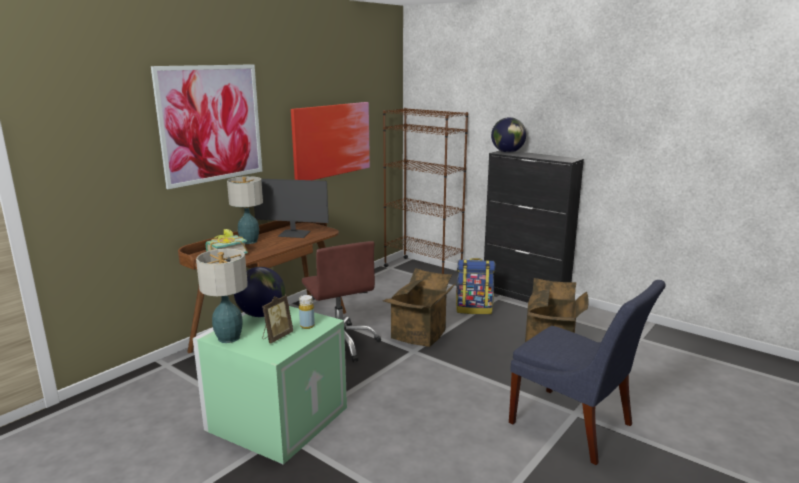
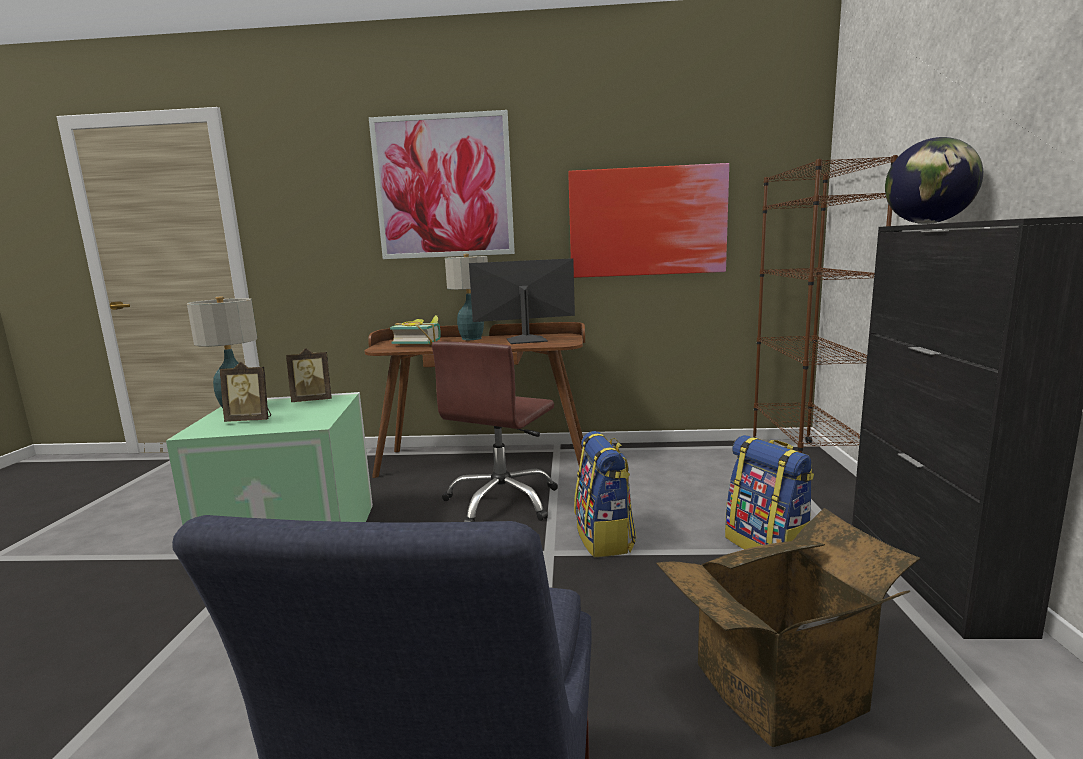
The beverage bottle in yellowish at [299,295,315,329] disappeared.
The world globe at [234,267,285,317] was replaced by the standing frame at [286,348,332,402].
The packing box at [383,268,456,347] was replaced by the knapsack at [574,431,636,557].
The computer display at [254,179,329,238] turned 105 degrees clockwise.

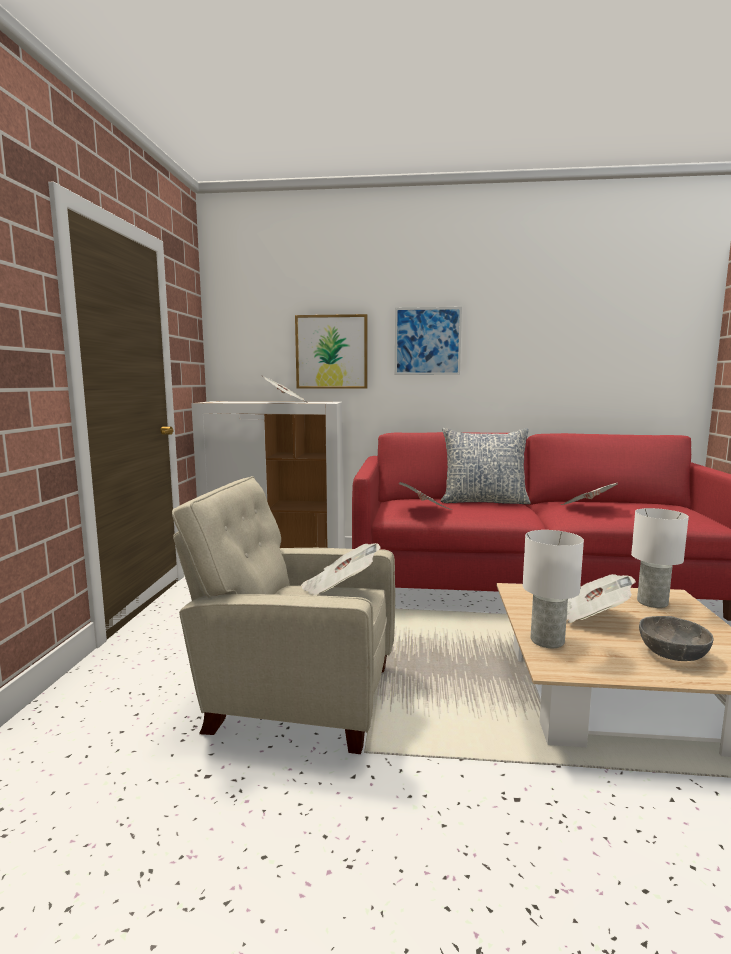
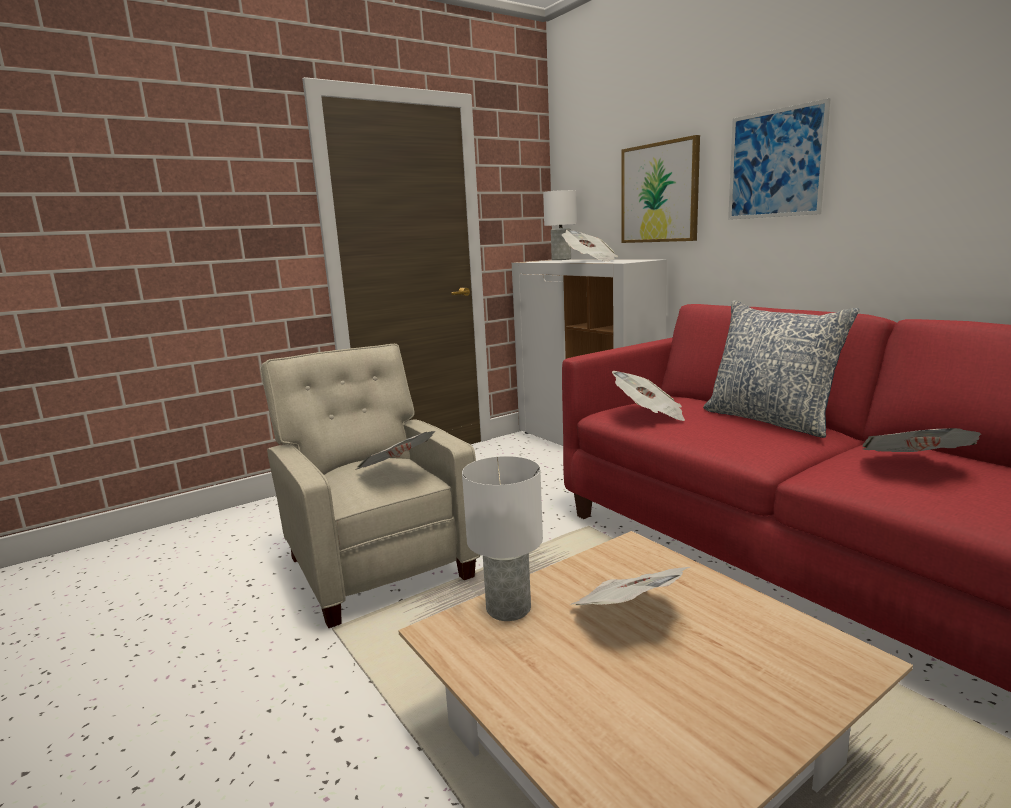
The serving bowl in gray at [639,616,713,661] disappeared.
The tabletop lamp in white-coloured moved from [631,508,689,608] to [543,190,577,260].

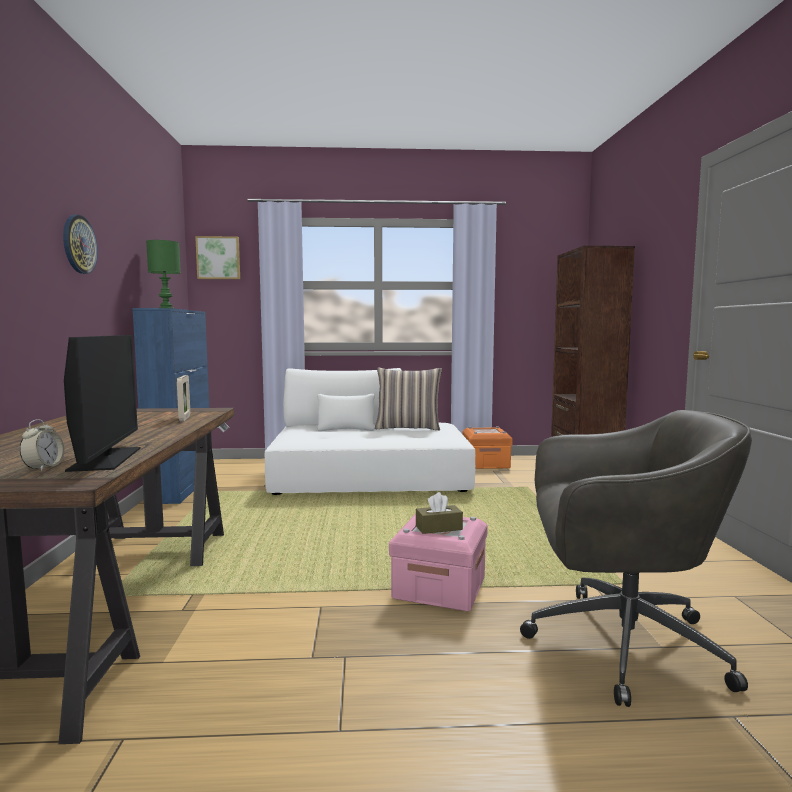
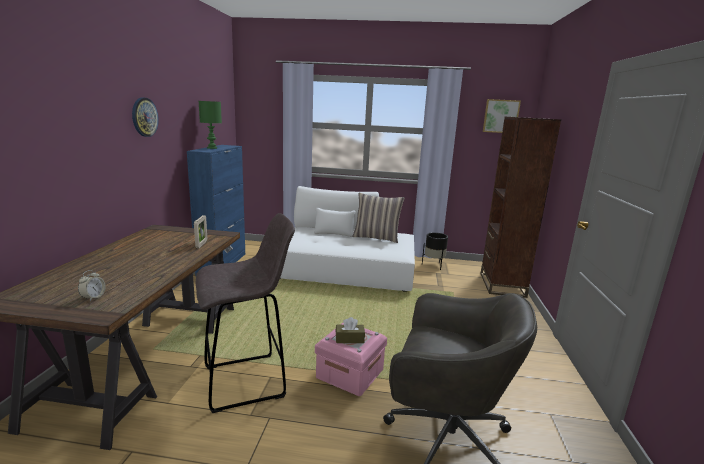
The computer display at [64,335,140,472] disappeared.
The stool seat in gray at [196,213,295,413] appeared.
The wall picture moved from [195,236,240,279] to [483,99,521,133].
The storage bin in orange at [462,426,513,469] was replaced by the plant pot in black at [422,232,448,270].

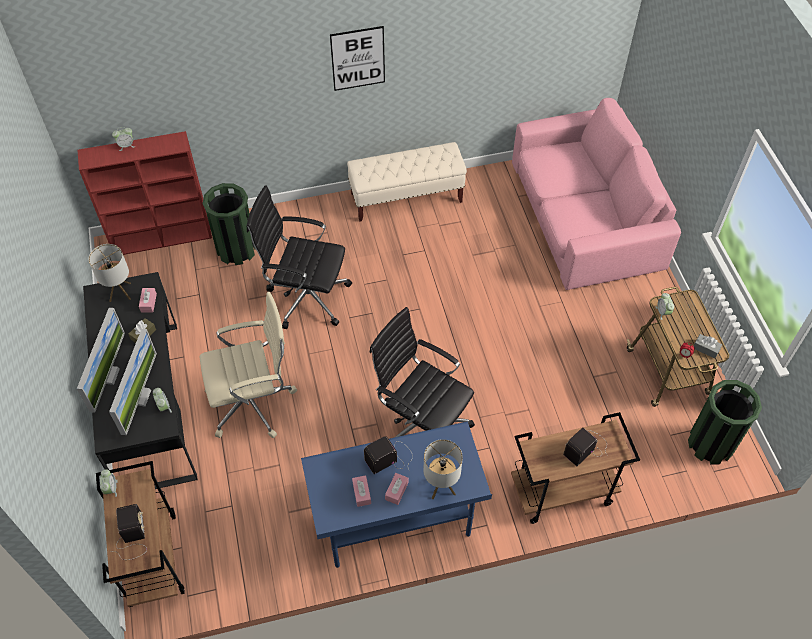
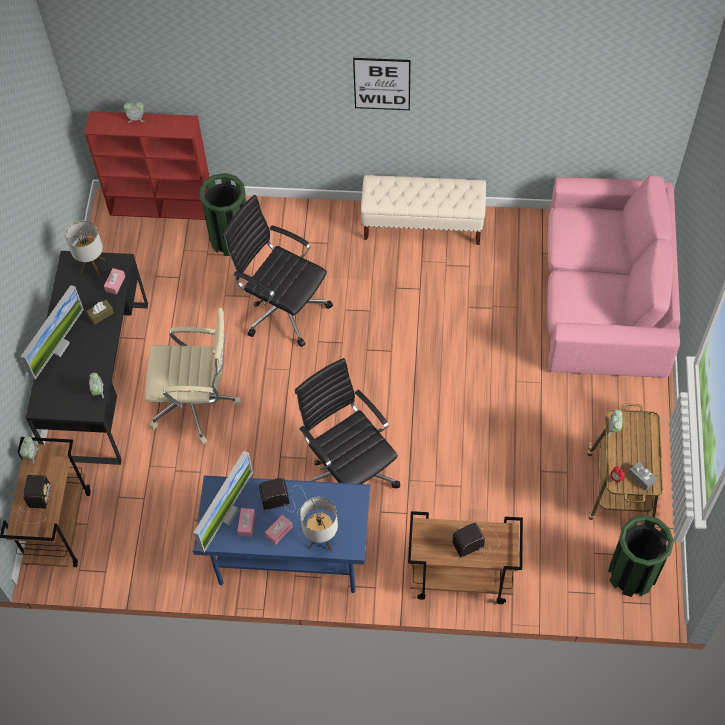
The computer display moved from [109,329,157,435] to [193,451,253,553].

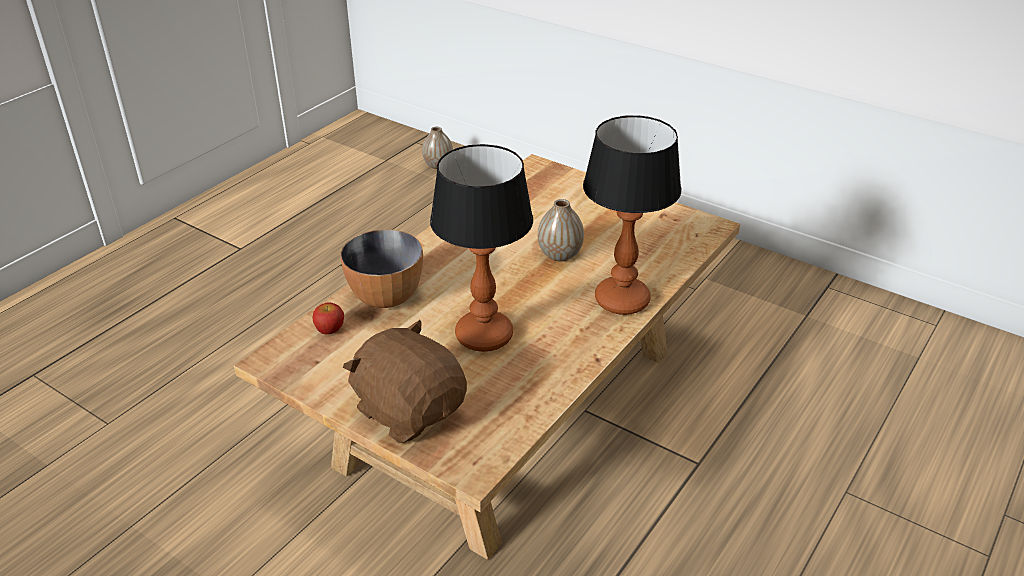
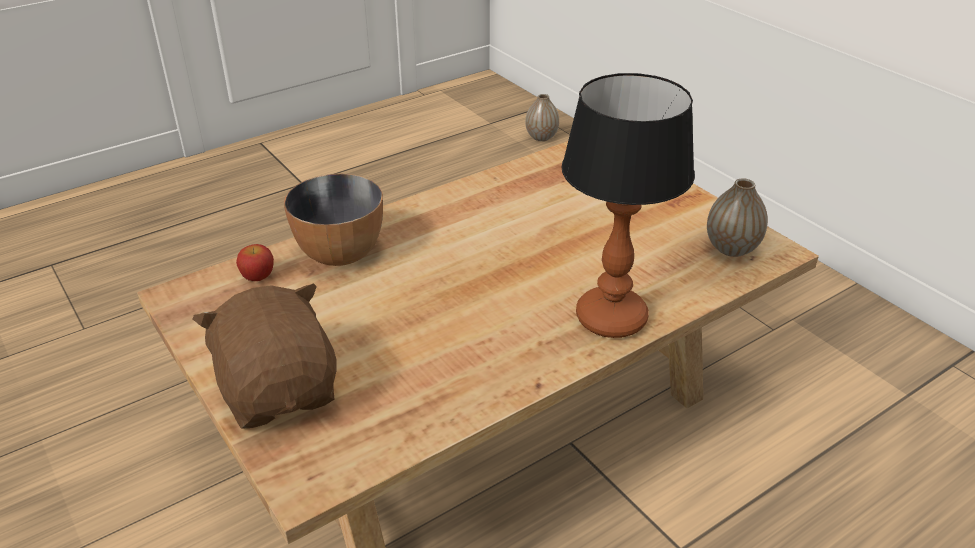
The tabletop lamp at [430,144,533,352] disappeared.
The decorative vase moved from [538,199,584,262] to [707,178,768,257].

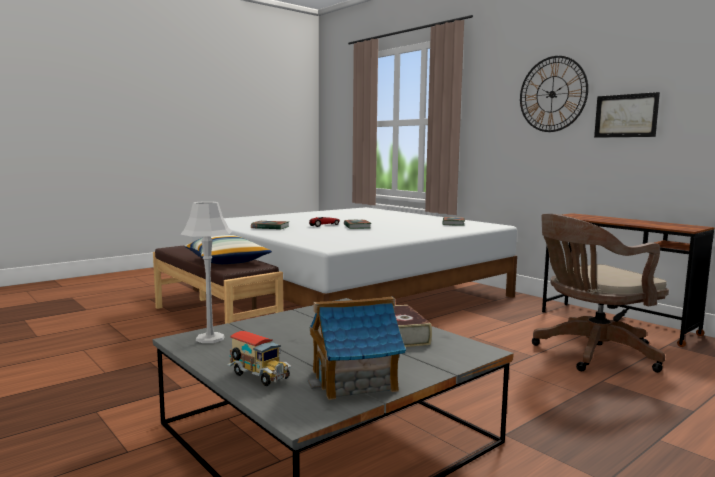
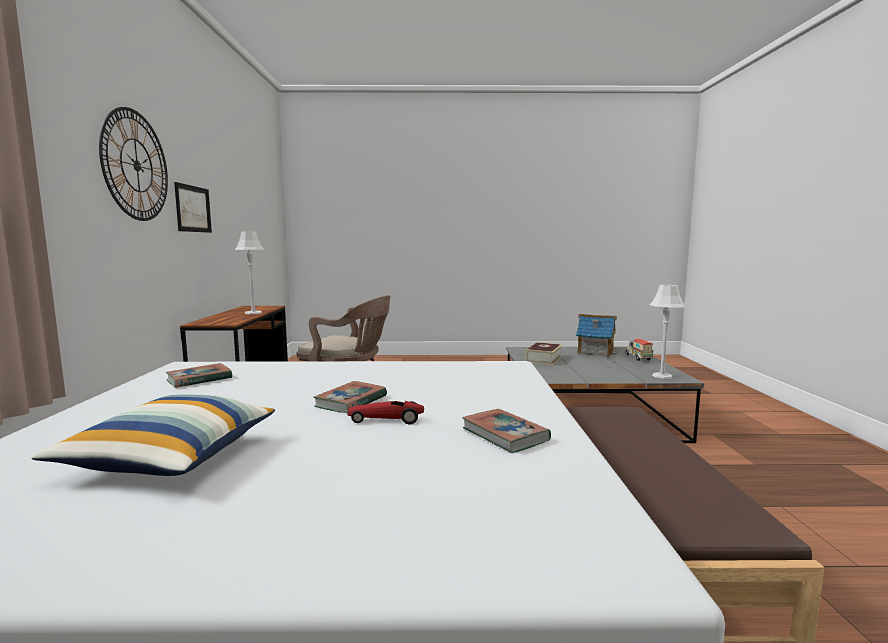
The tabletop lamp in gray at [235,231,264,314] appeared.
The cushion moved from [185,235,272,264] to [31,394,275,476].

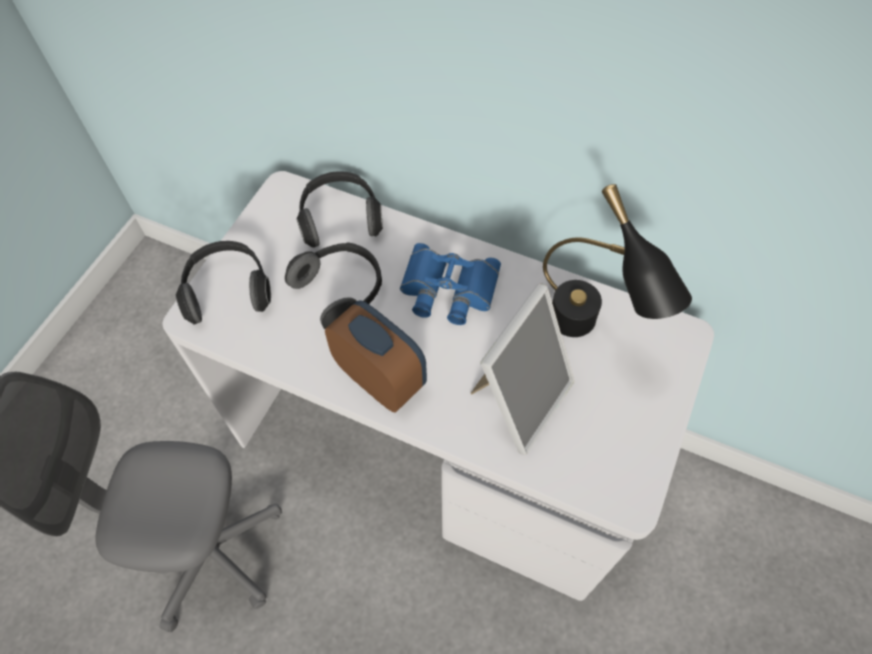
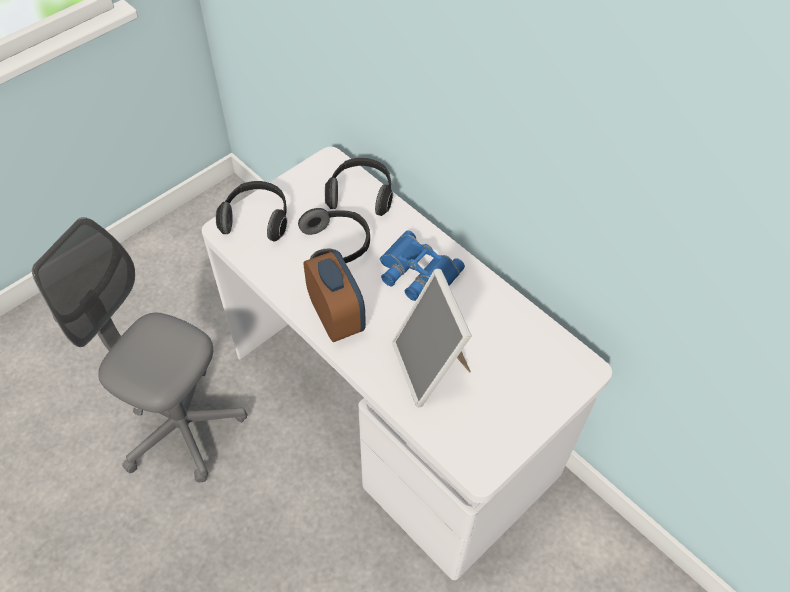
The tabletop lamp in black at [543,184,692,337] disappeared.
The standing frame at [470,283,574,455] turned 105 degrees clockwise.

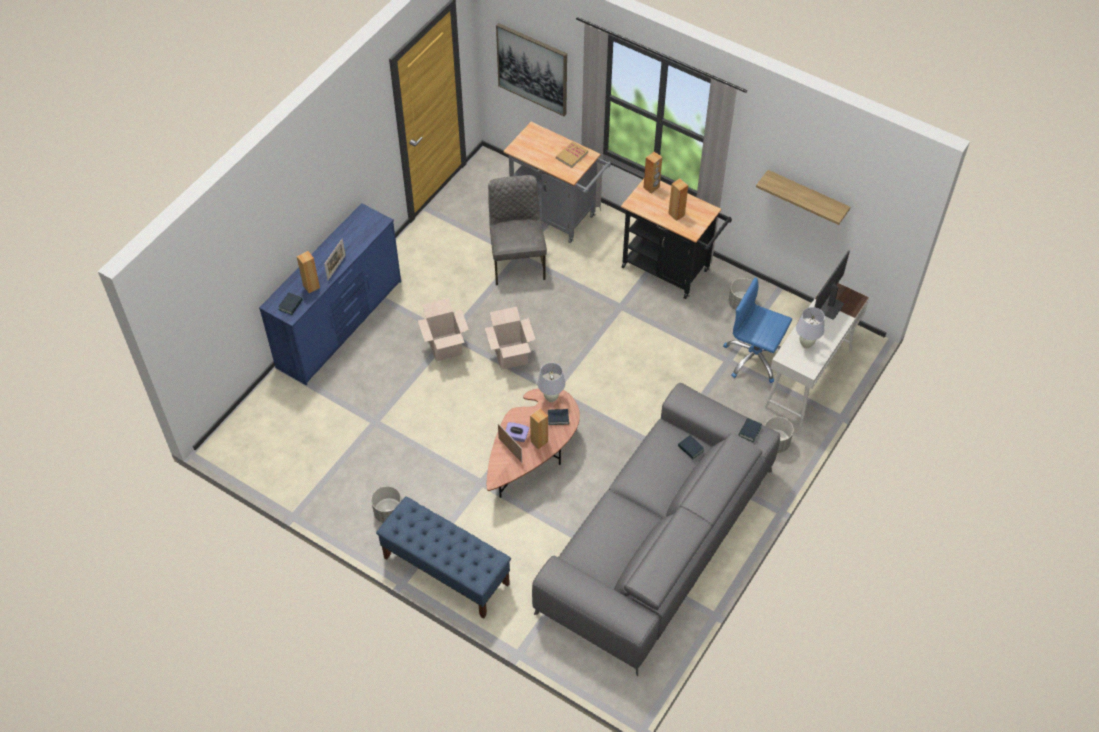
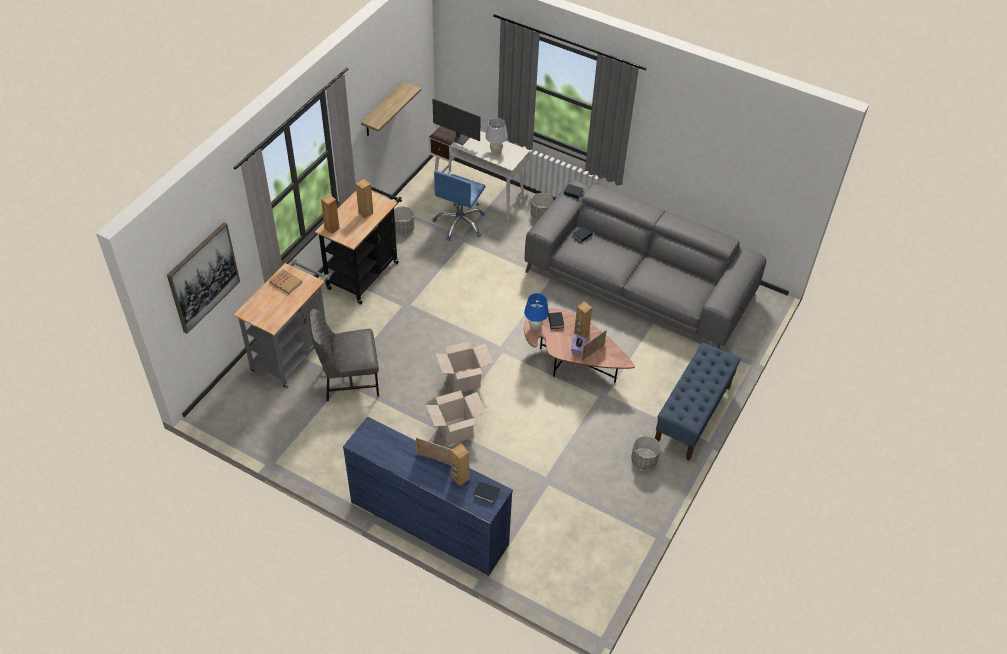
The tabletop lamp in white-coloured at [538,363,565,402] became the tabletop lamp in blue-coloured at [524,293,549,330].

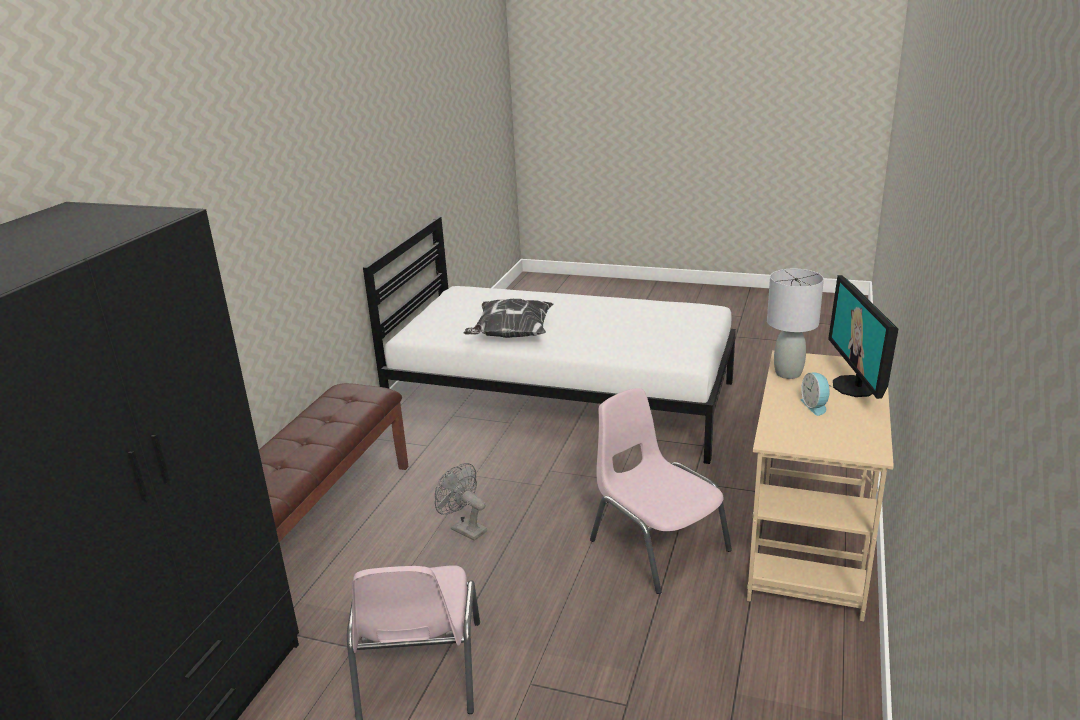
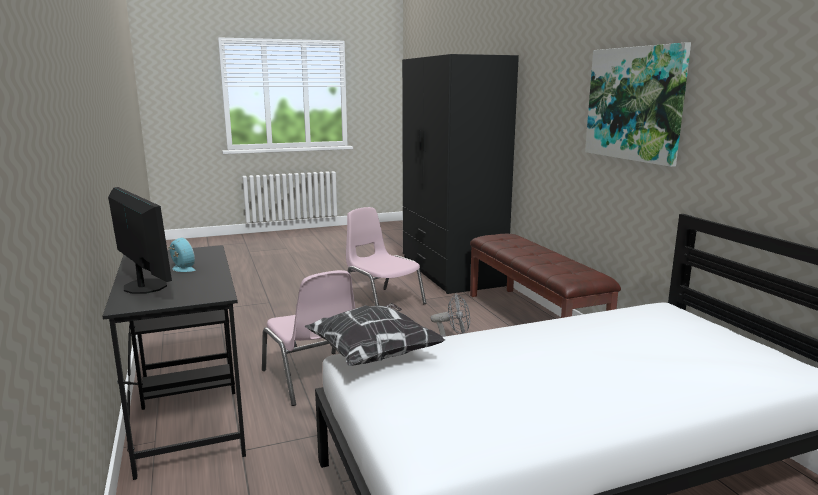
The tabletop lamp in gray at [767,269,824,379] disappeared.
The wall picture at [585,42,691,167] appeared.
The cushion moved from [463,299,553,338] to [304,302,445,366].
The desk in beige-coloured at [747,350,894,621] became the desk in black at [103,245,246,480].
The plain chair in pink at [590,388,732,594] turned 45 degrees clockwise.

